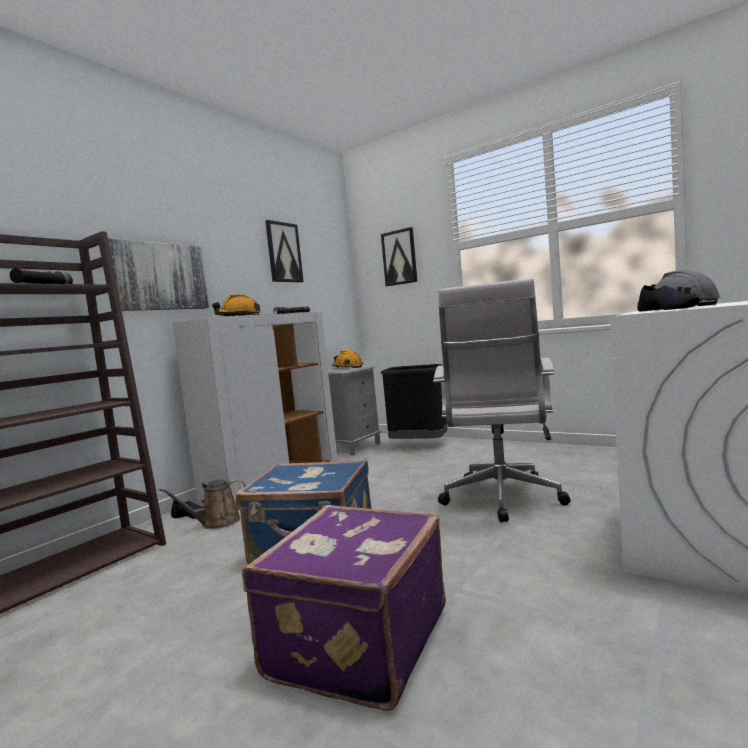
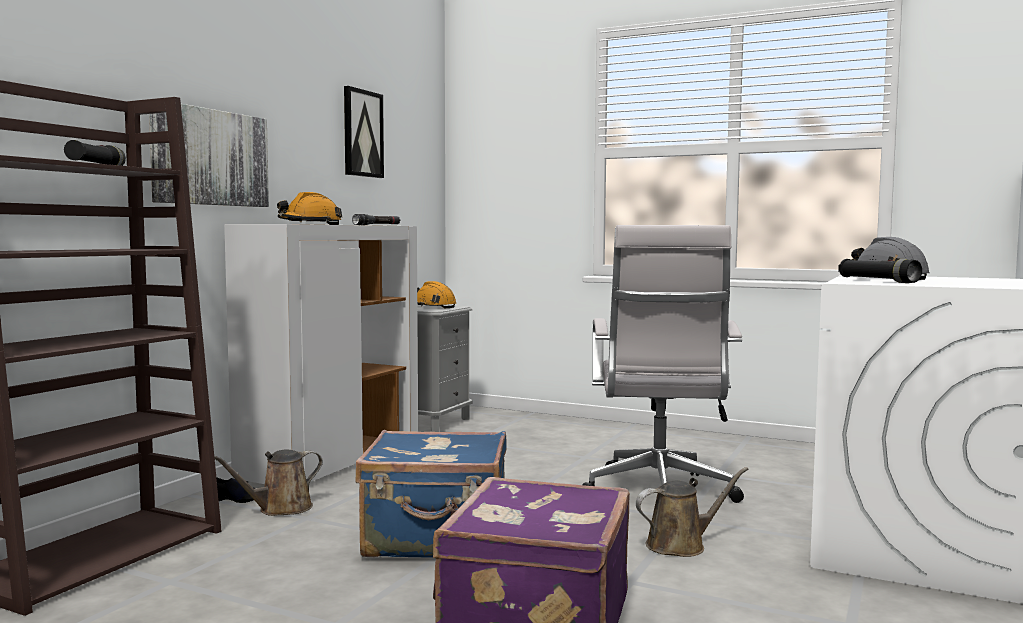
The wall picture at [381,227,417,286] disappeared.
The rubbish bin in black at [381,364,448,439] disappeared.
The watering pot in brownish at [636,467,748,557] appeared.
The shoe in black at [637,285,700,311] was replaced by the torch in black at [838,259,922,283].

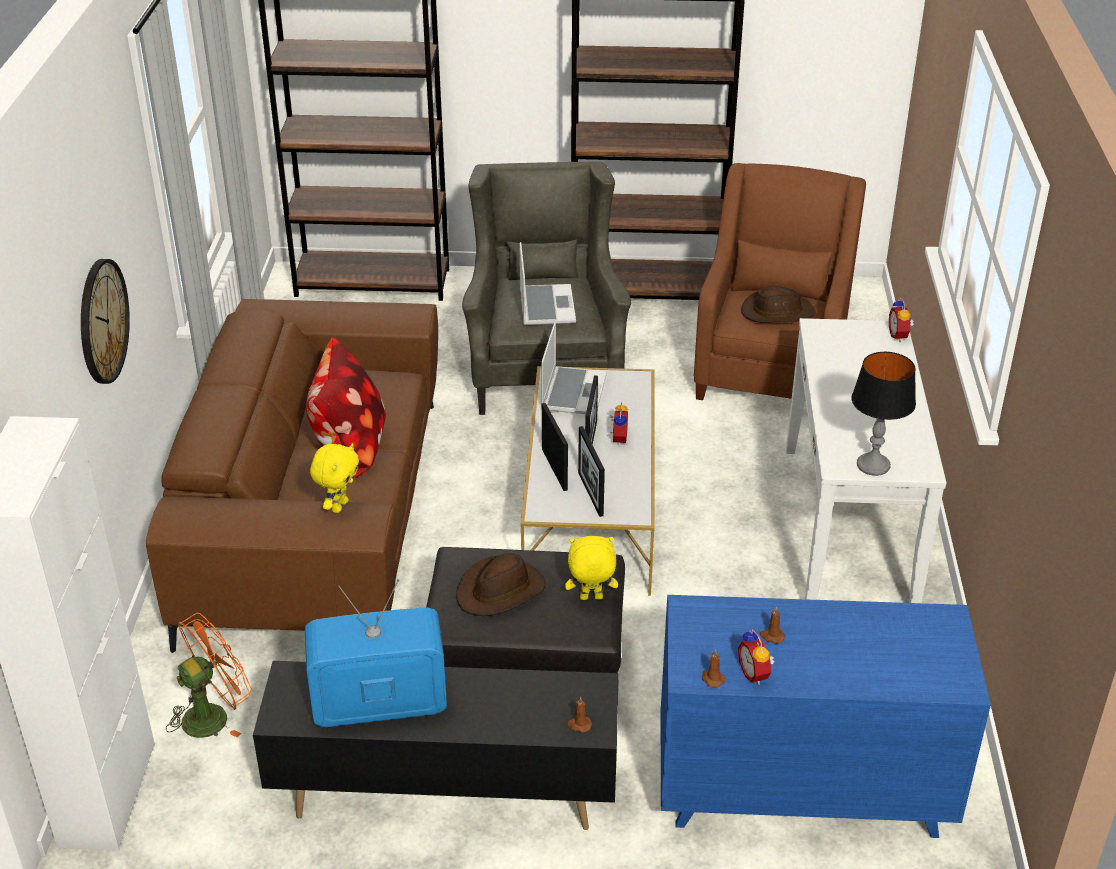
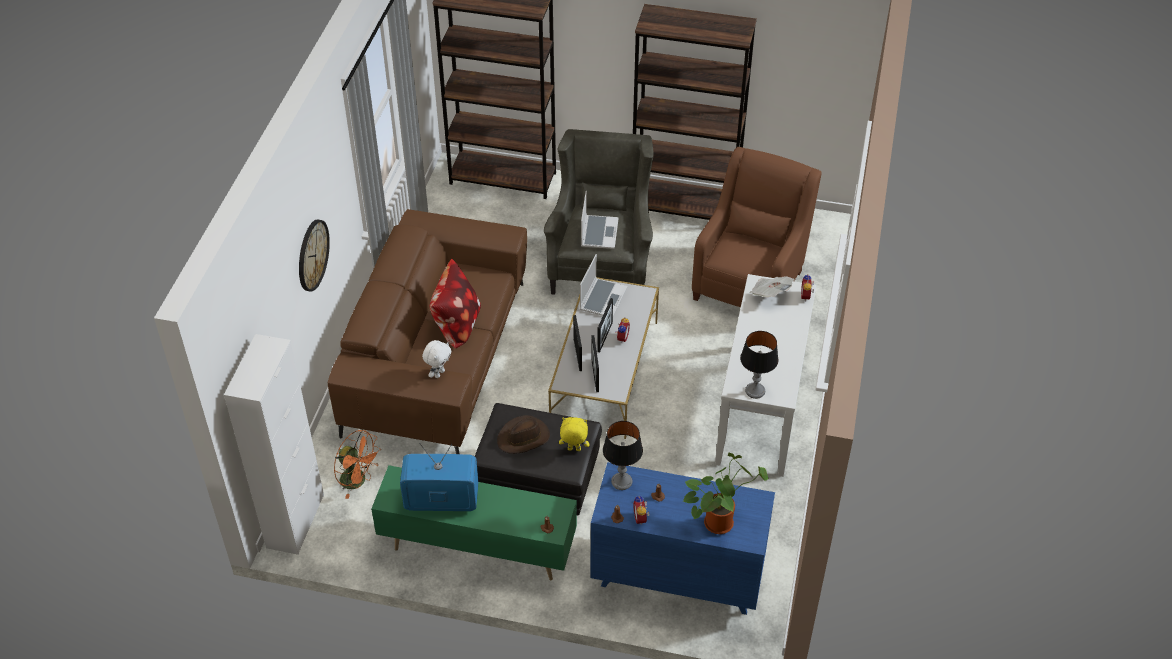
The hat in brownish at [741,286,816,323] disappeared.
The tabletop lamp at [603,421,643,490] appeared.
The plant in a pot at [683,453,769,534] appeared.
The newspaper at [749,276,794,297] appeared.
The tv stand in black at [253,661,619,830] became the tv stand in greenish at [371,465,577,581].
The plush toy in yellowish at [310,443,359,513] became the plush toy in white-coloured at [422,340,451,378].
The electric fan in orange at [166,613,252,738] turned 60 degrees clockwise.

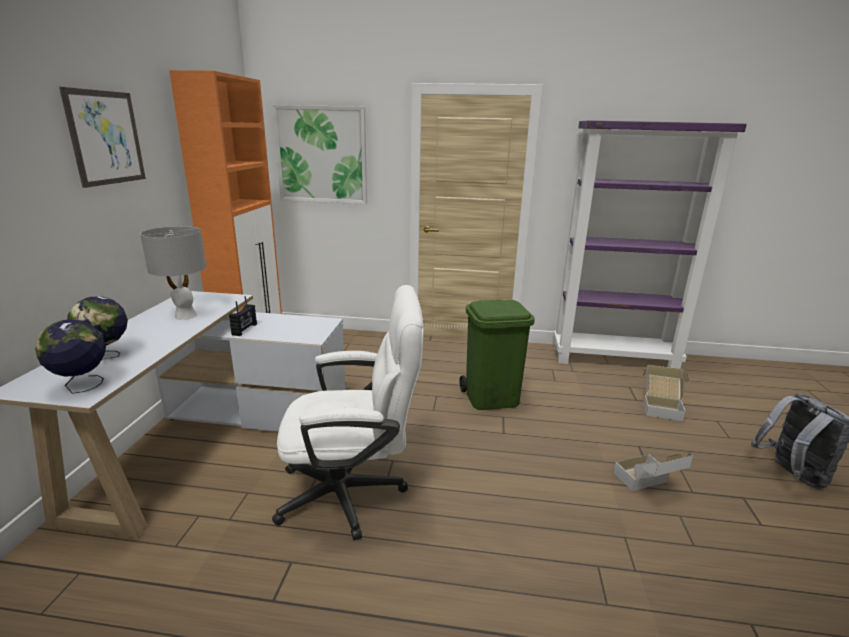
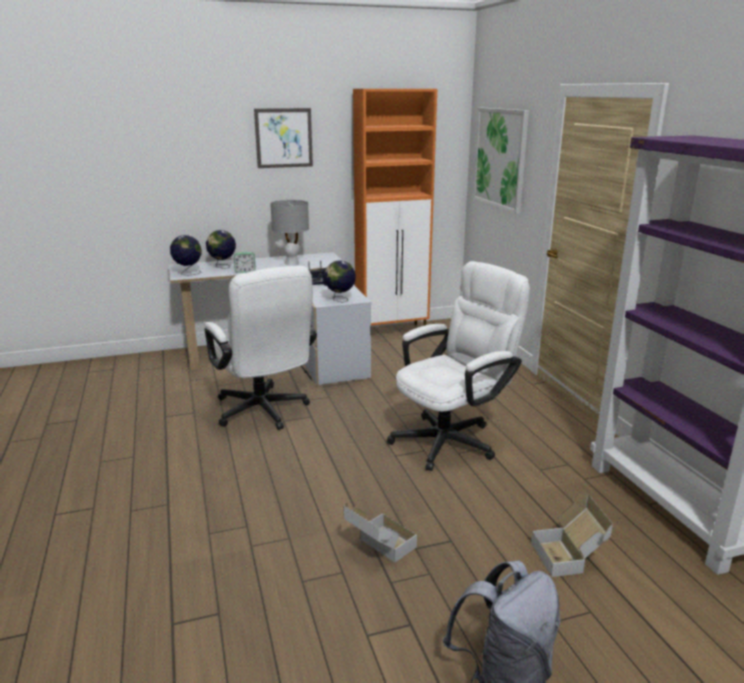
The alarm clock at [234,252,255,273] appeared.
The world globe at [324,260,356,303] appeared.
The rubbish bin in greenish at [460,300,535,410] was replaced by the computer chair in white-coloured at [387,261,530,471].

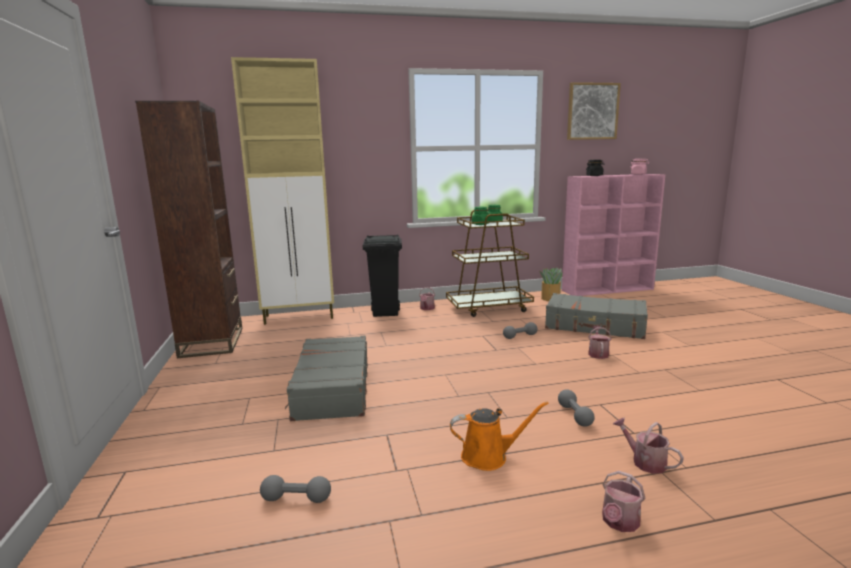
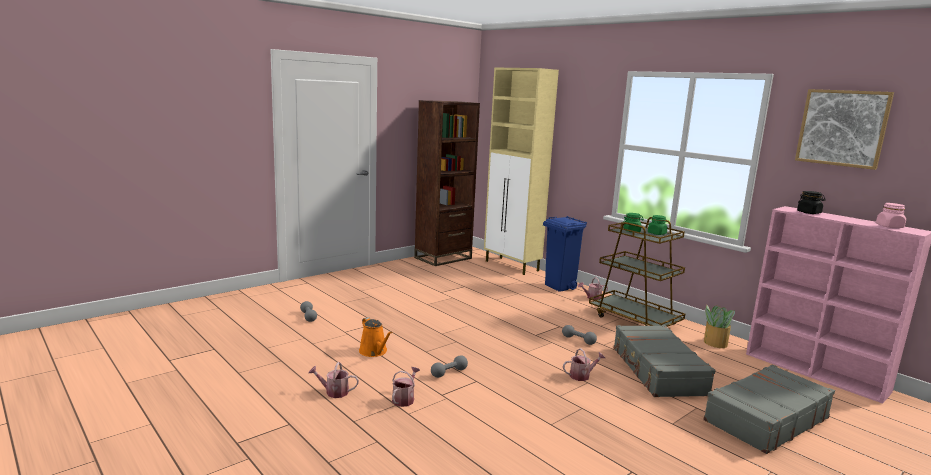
The travel case in gray moved from [285,336,368,421] to [703,365,835,454].
The rubbish bin in black at [363,235,402,317] became the rubbish bin in blue-coloured at [543,216,587,292].

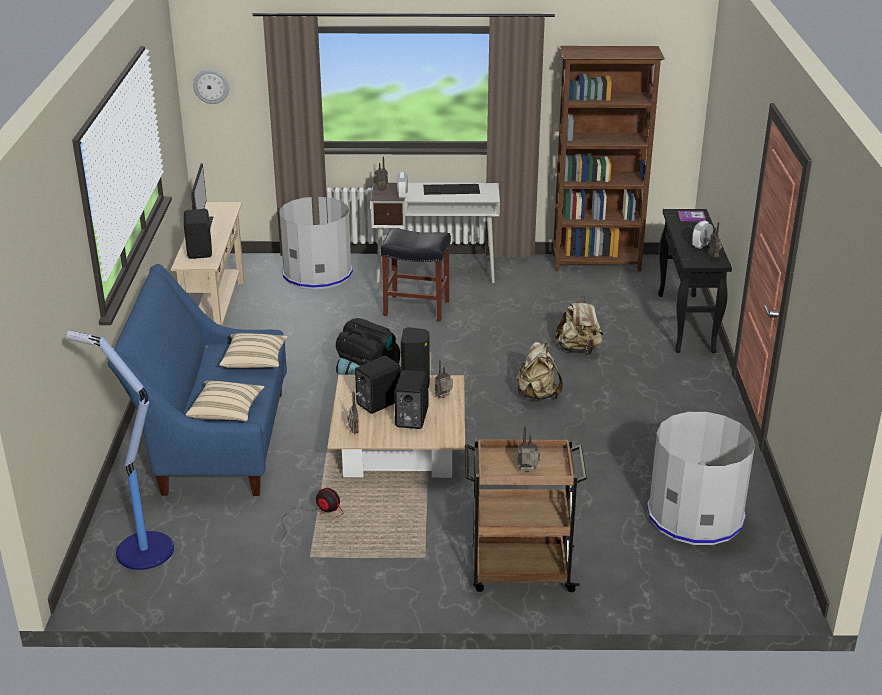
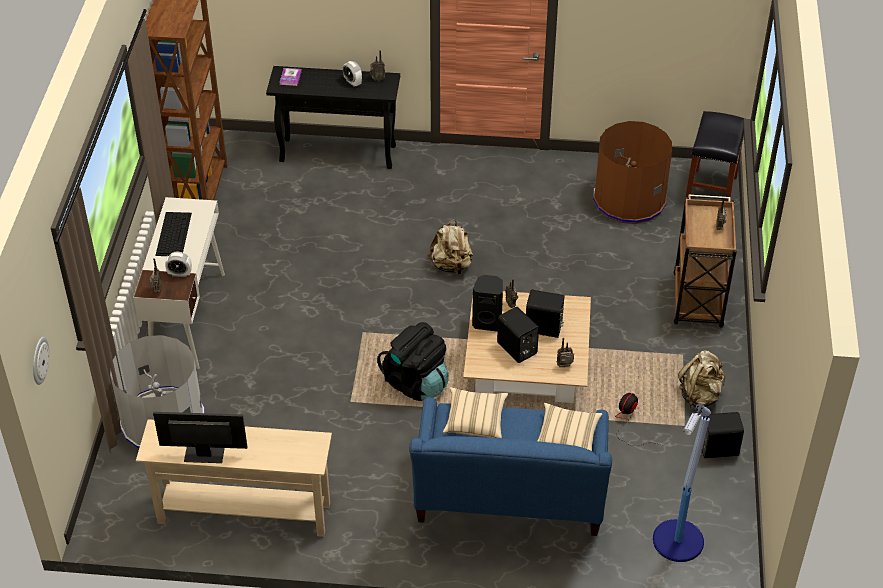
The speaker in black moved from [184,209,212,259] to [702,412,744,458].
The stool seat in black moved from [381,228,451,321] to [686,111,745,201].
The knapsack in beige-coloured moved from [554,296,603,355] to [678,351,725,408].
The rubbish bin in gray at [647,412,755,545] became the rubbish bin in brownish at [593,121,672,224].

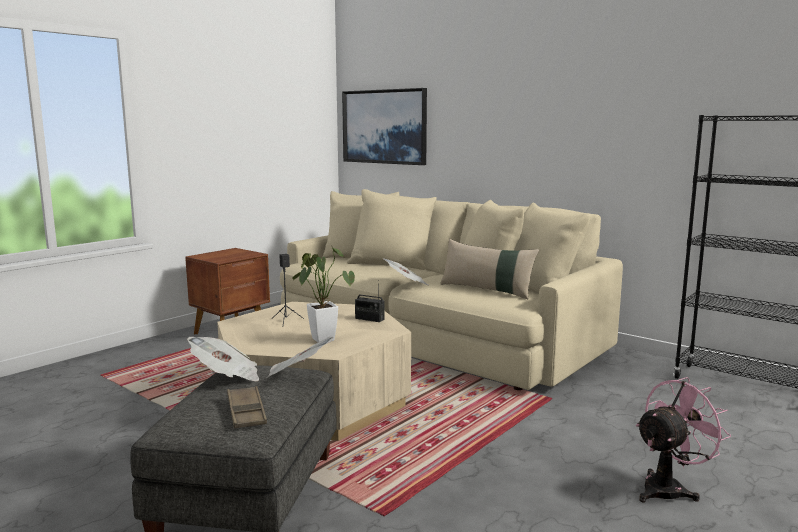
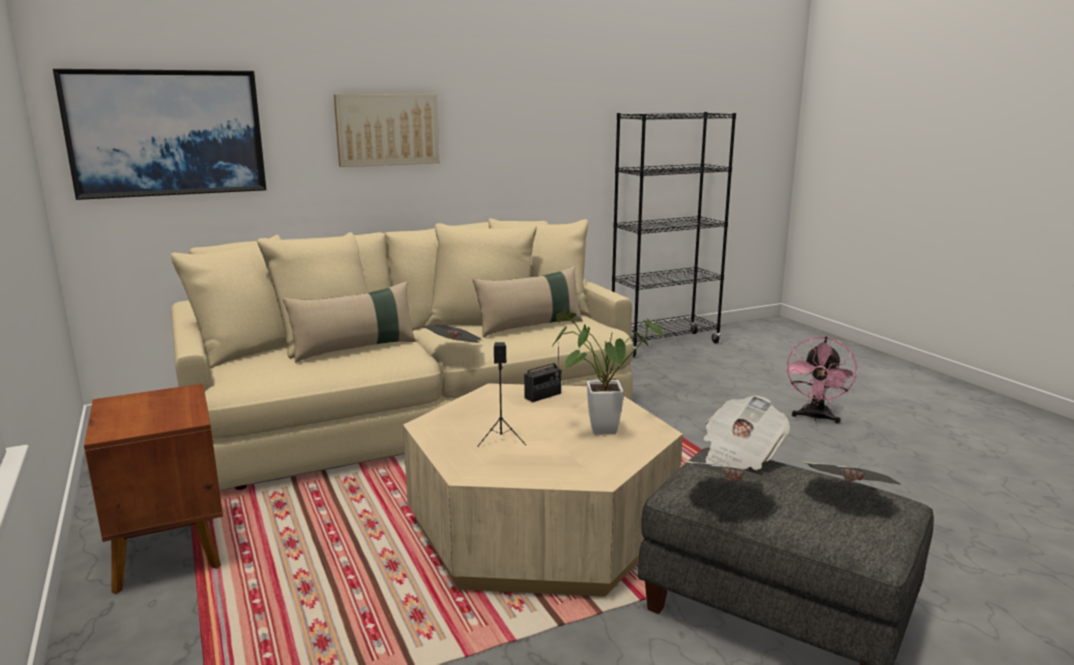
The cushion in beige-coloured at [283,281,416,363] appeared.
The wall picture at [334,94,440,167] appeared.
The serving tray in brownish at [227,386,267,429] was replaced by the newspaper at [803,461,900,485].
The electric fan in pink at [636,377,731,502] turned 150 degrees counterclockwise.

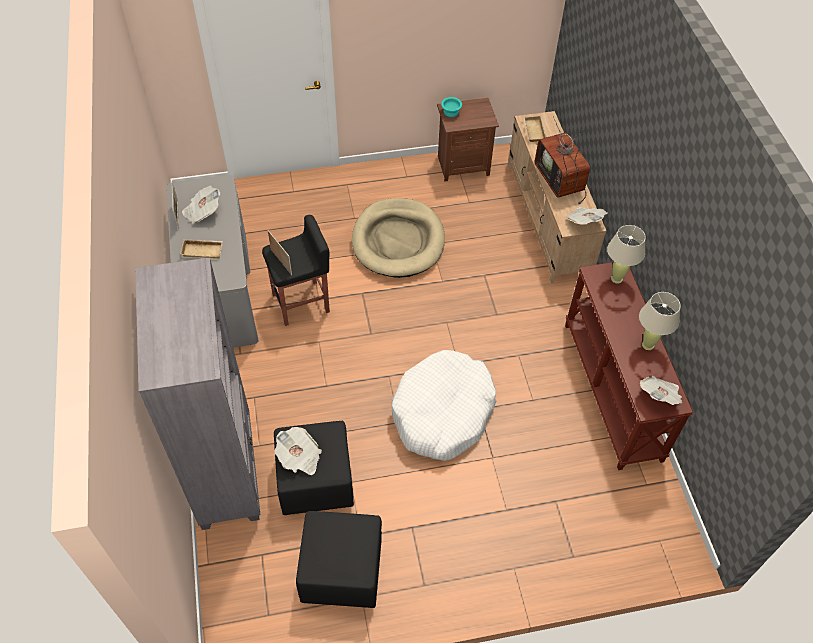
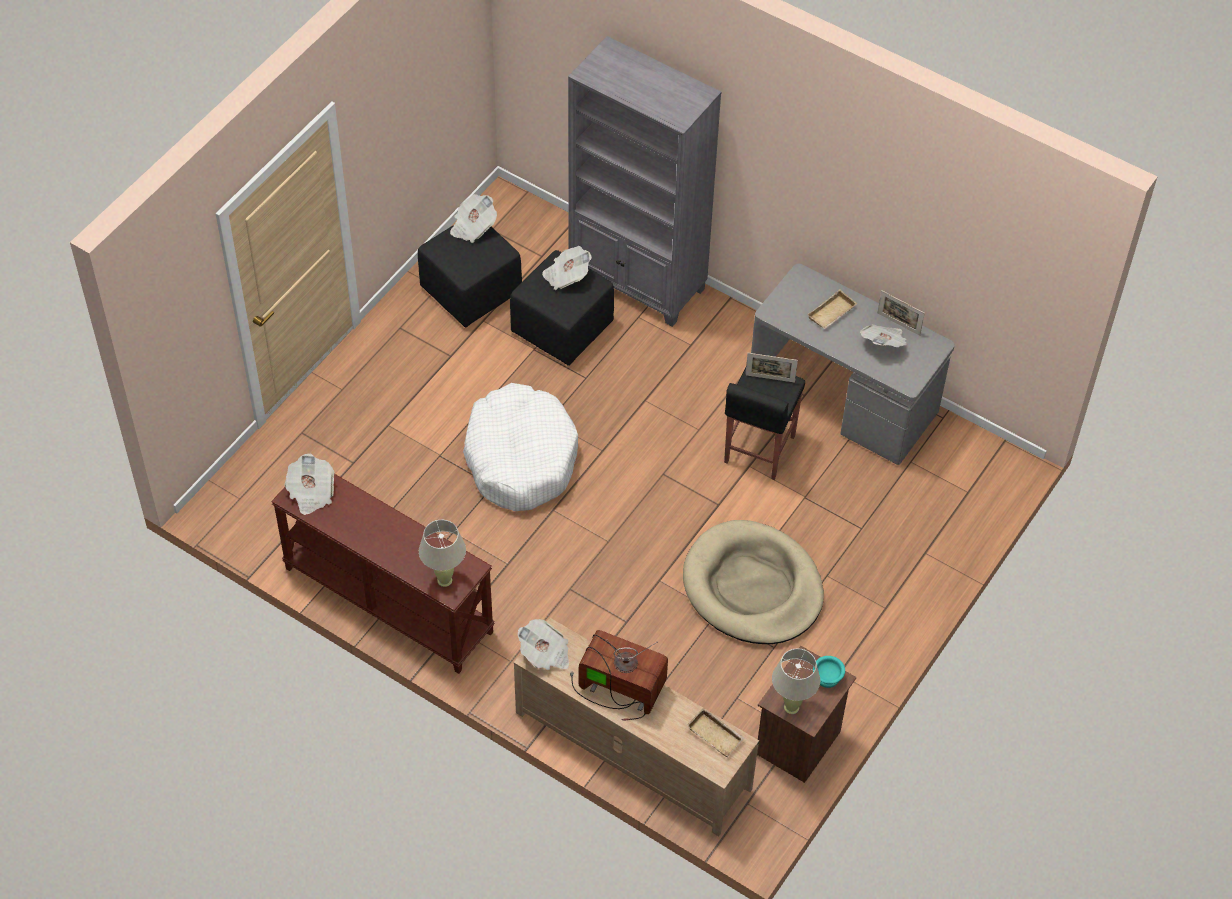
The newspaper at [450,194,497,243] appeared.
The tabletop lamp in beige-coloured moved from [639,292,681,350] to [772,648,820,714].

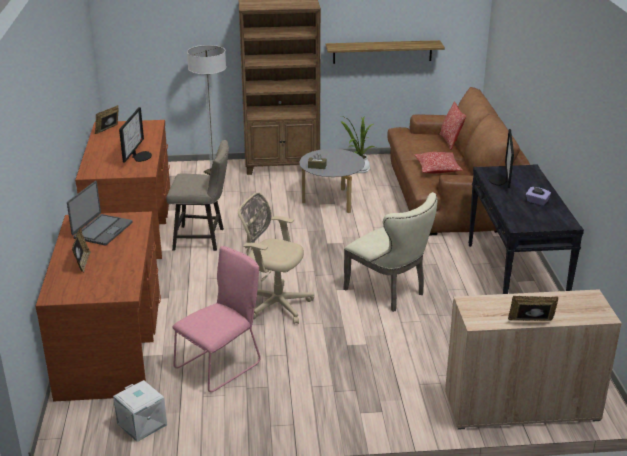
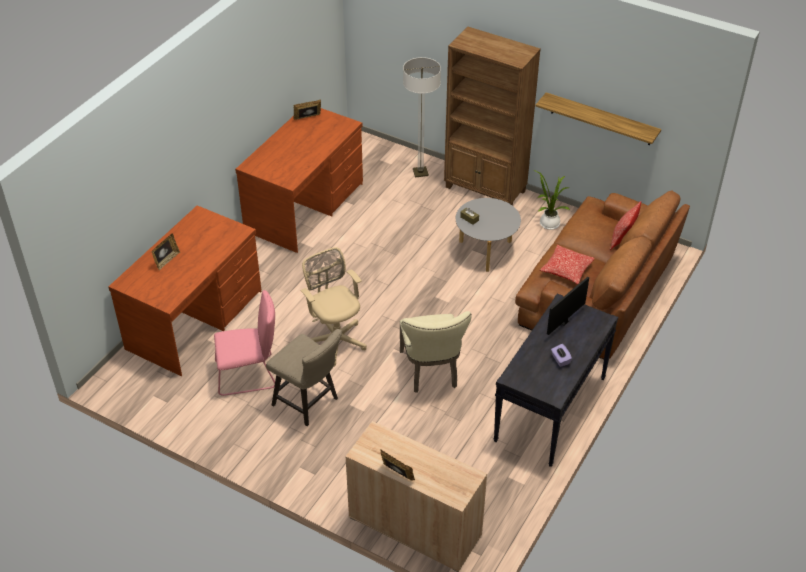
The laptop at [67,181,133,245] disappeared.
The storage bin in white-coloured at [113,380,167,442] disappeared.
The computer display at [119,107,152,163] disappeared.
The stool seat in beige-coloured moved from [166,140,229,251] to [266,329,342,426].

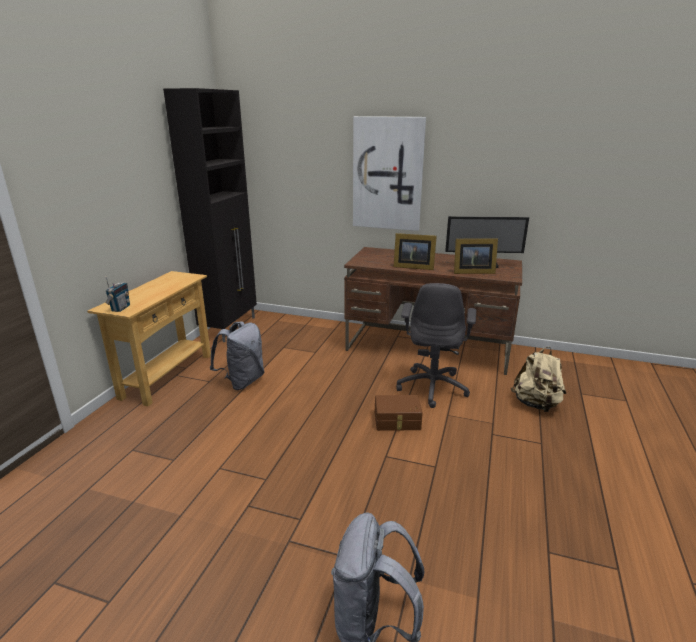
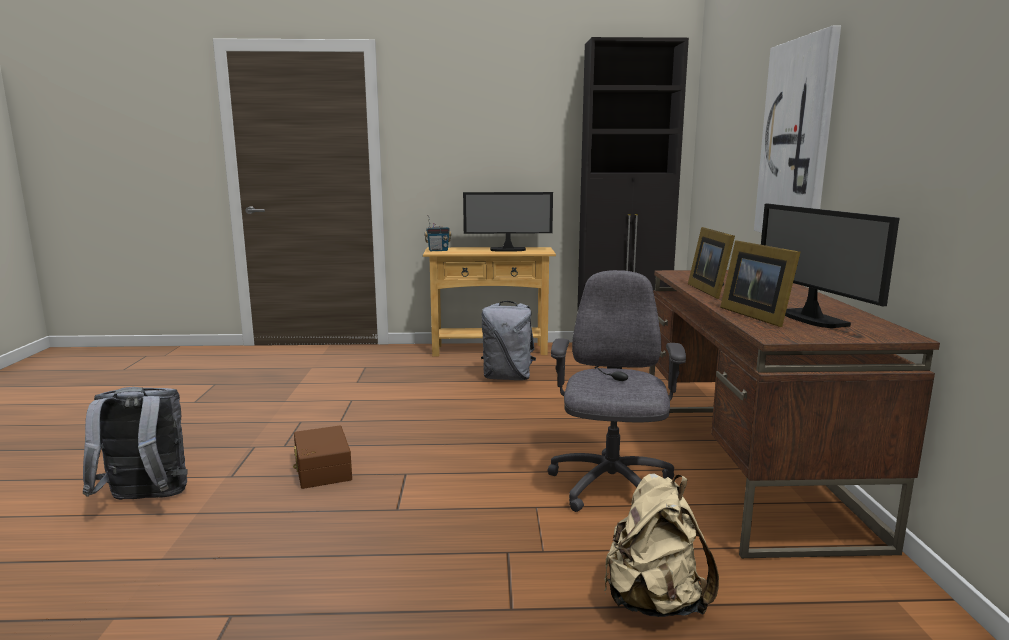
The computer display at [463,192,553,252] appeared.
The storage bin in brownish moved from [375,395,423,431] to [293,425,352,489].
The computer chair in gray at [396,283,476,408] turned 105 degrees clockwise.

